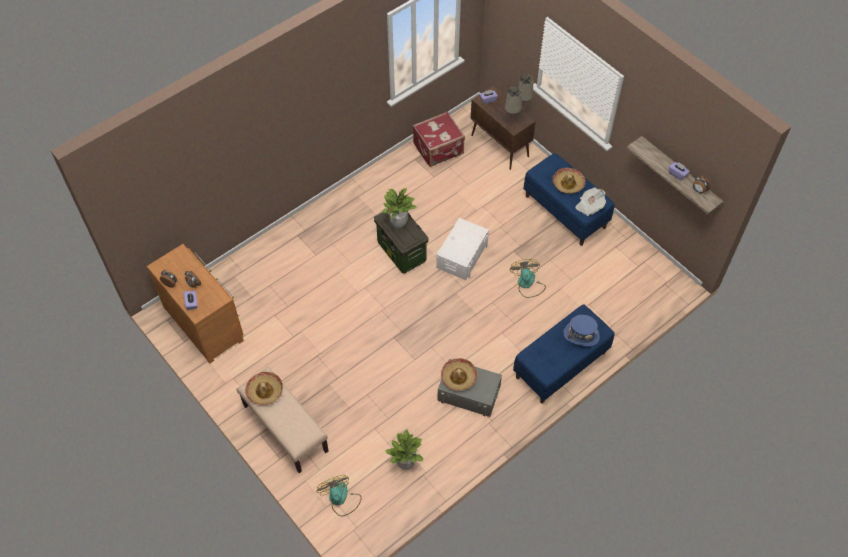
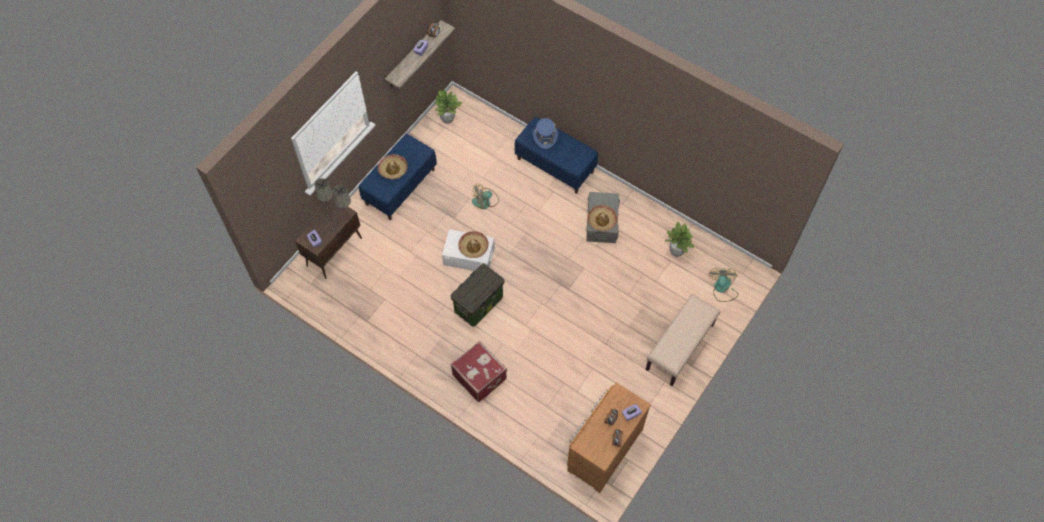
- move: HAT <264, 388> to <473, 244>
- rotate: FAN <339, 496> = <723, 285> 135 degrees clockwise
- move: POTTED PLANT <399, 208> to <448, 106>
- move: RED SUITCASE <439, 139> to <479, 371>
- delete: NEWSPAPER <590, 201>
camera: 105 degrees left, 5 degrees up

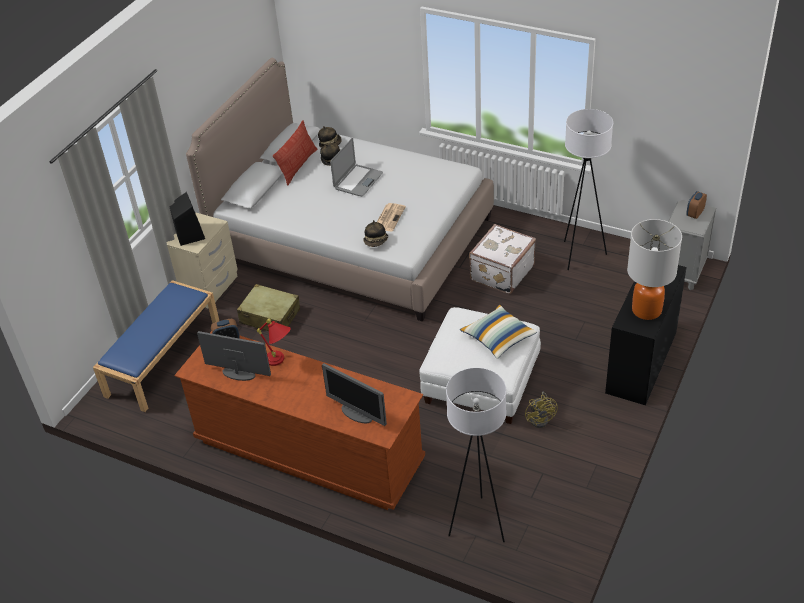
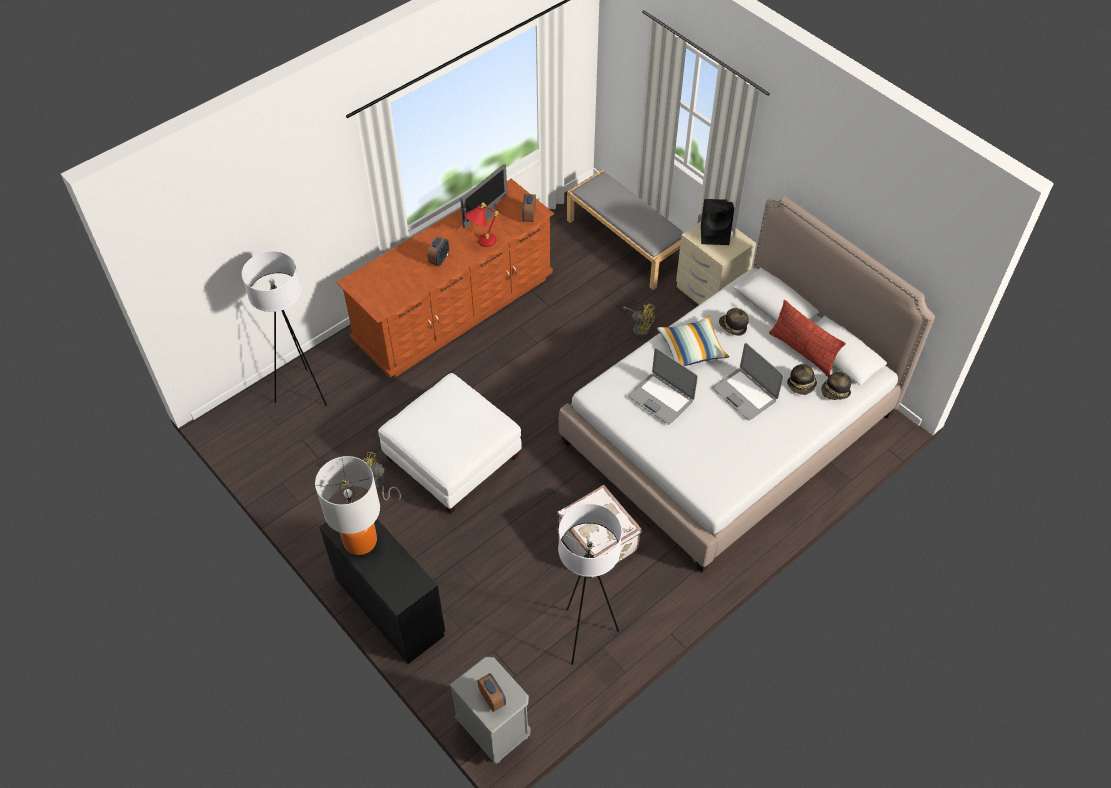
- recolor: BLUE BENCH <156, 346> to GREY BENCH <625, 230>
- replace: BEIGE SUITCASE <268, 307> to YELLOW FAN <639, 320>
- delete: MONITOR <354, 394>
- move: HAT <375, 233> to <734, 322>
- replace: NEWSPAPER <391, 217> to LAPTOP <663, 386>
- move: PILLOW <498, 331> to <693, 341>
- insert: ALARM CLOCK <438, 251>
camera: 110 degrees right, 10 degrees up

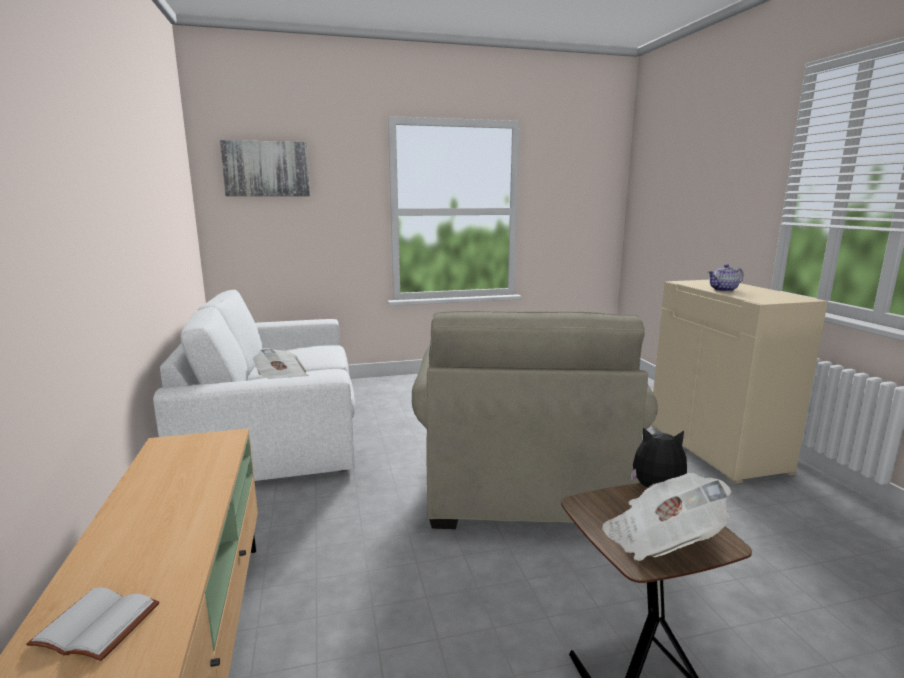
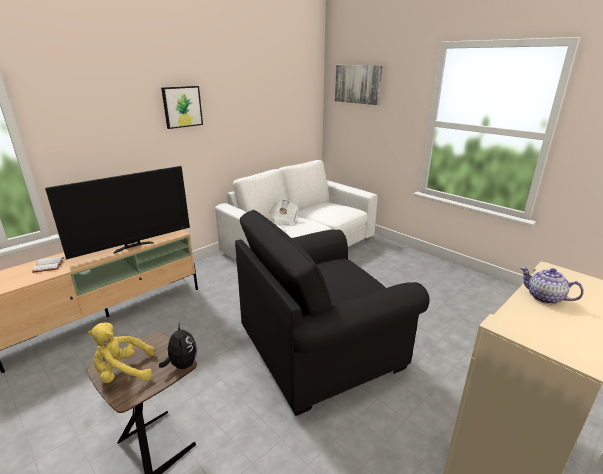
- recolor: BEIGE ARMCHAIR <535, 420> to BLACK ARMCHAIR <332, 313>
- replace: NEWSPAPER <667, 517> to YELLOW PLUSH TOY <121, 352>
- insert: TELEVISION <117, 213>
- insert: PICTURE <182, 107>
camera: 60 degrees right, 10 degrees up

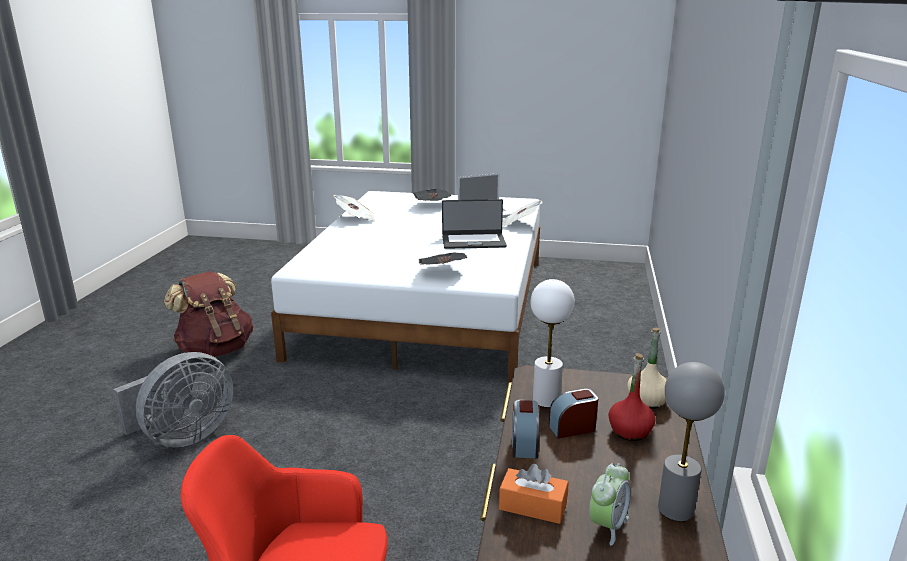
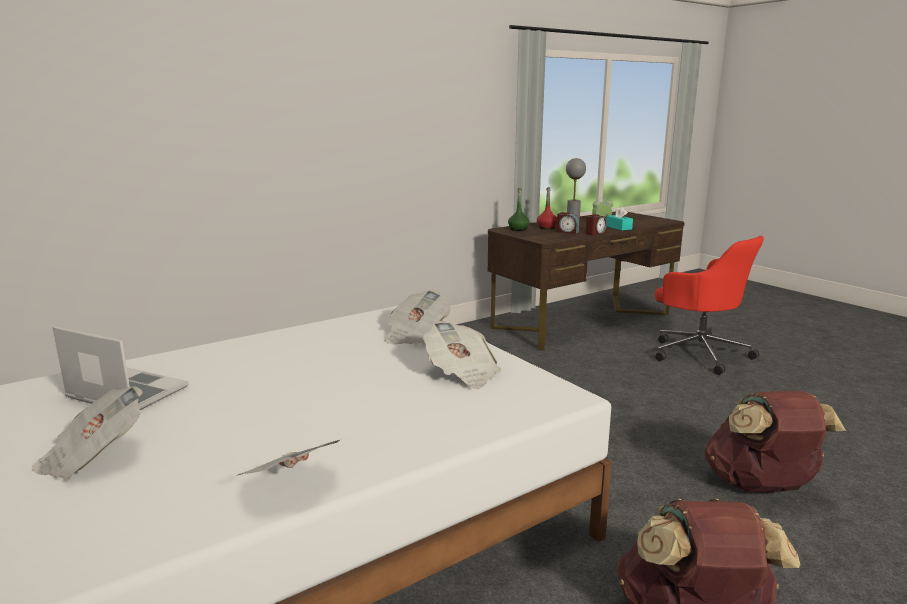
- replace: GREY FAN <173, 399> to BROWN BACKPACK <775, 442>
- delete: LAPTOP <474, 224>
- recolor: ORANGE TISSUE BOX <533, 494> to TURQUOISE TISSUE BOX <619, 218>
- move: NEWSPAPER <522, 213> to <462, 355>
- delete: WHITE TABLE LAMP <552, 343>
- recolor: BEIGE BOTTLE <647, 368> to GREEN BOTTLE <518, 209>
camera: 135 degrees left, 5 degrees down

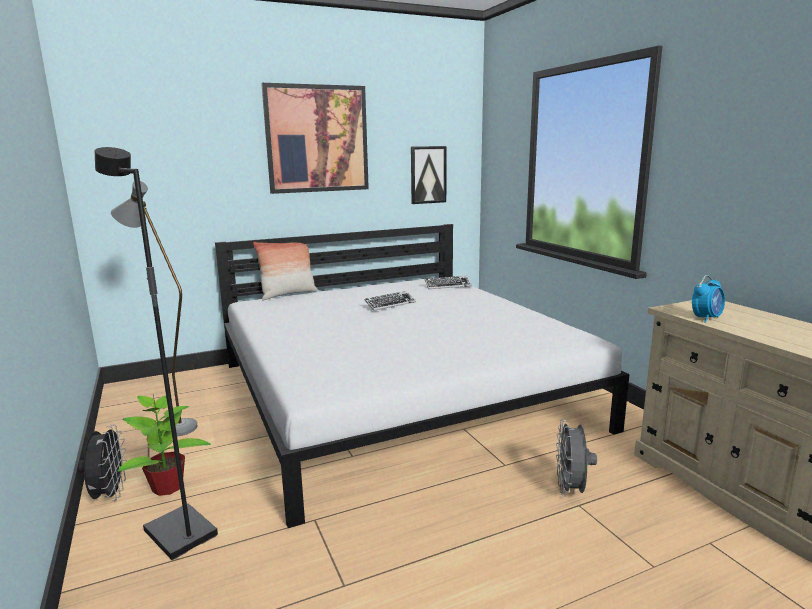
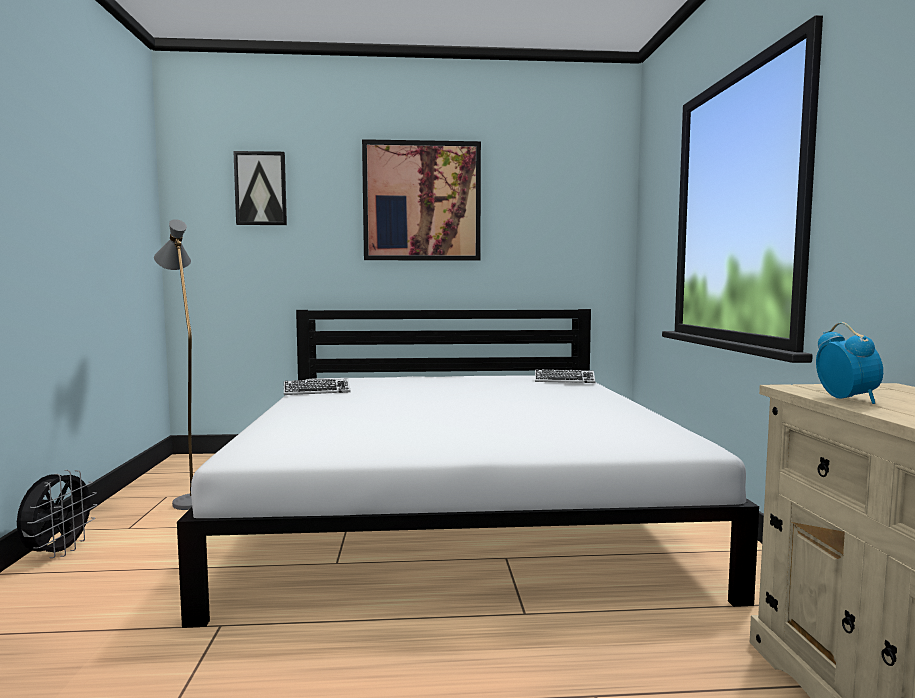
- delete: BLACK FLOOR LAMP <156, 353>
- delete: POTTED PLANT <164, 445>
- delete: PILLOW <285, 271>
- move: KEYBOARD <390, 301> to <317, 387>
- move: PICTURE <429, 175> to <260, 188>
- delete: GREY FAN <576, 458>
- rotate: ALARM CLOCK <708, 299> = <849, 363> 75 degrees counterclockwise
camera: 20 degrees right, 10 degrees down

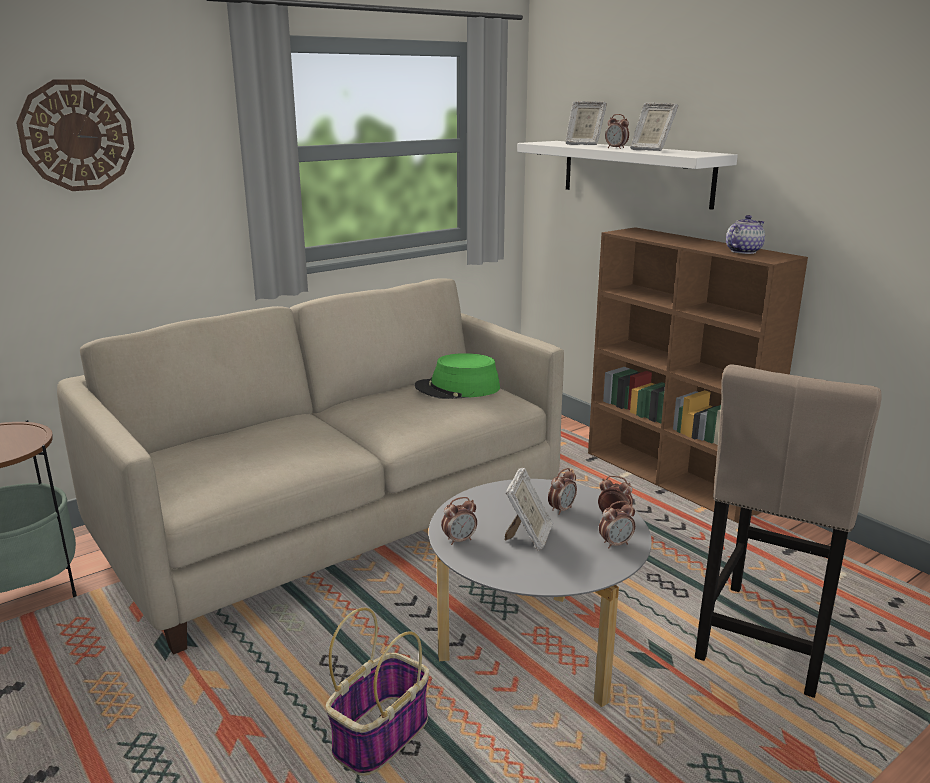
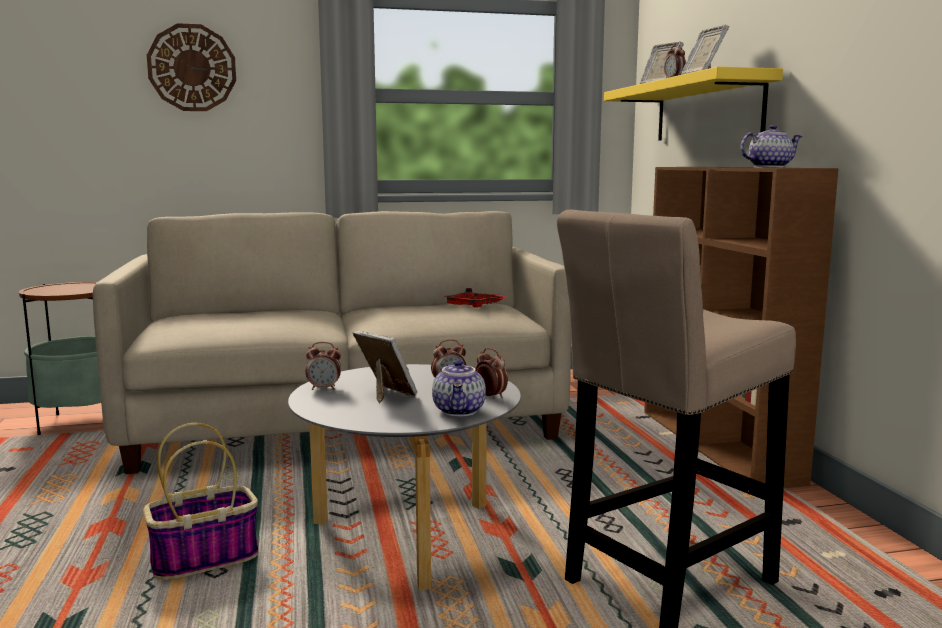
- replace: GREEN HAT <457, 376> to RED TRAY <476, 298>
- rotate: PICTURE FRAME <529, 509> = <385, 366> 90 degrees counterclockwise
- recolor: WHITE SHELF <627, 175> to YELLOW SHELF <693, 103>
- replace: ALARM CLOCK <617, 525> to TEAPOT <459, 388>
camera: 25 degrees right, 10 degrees down

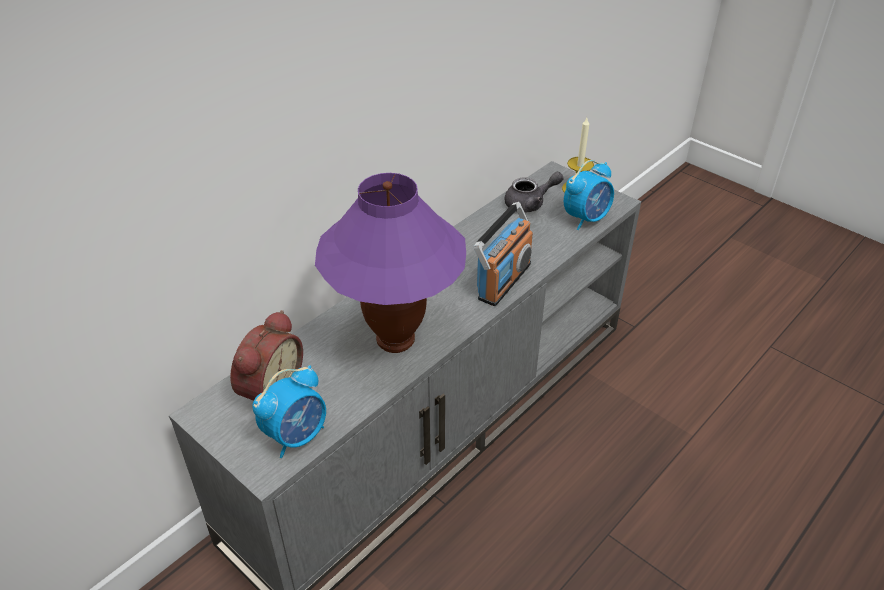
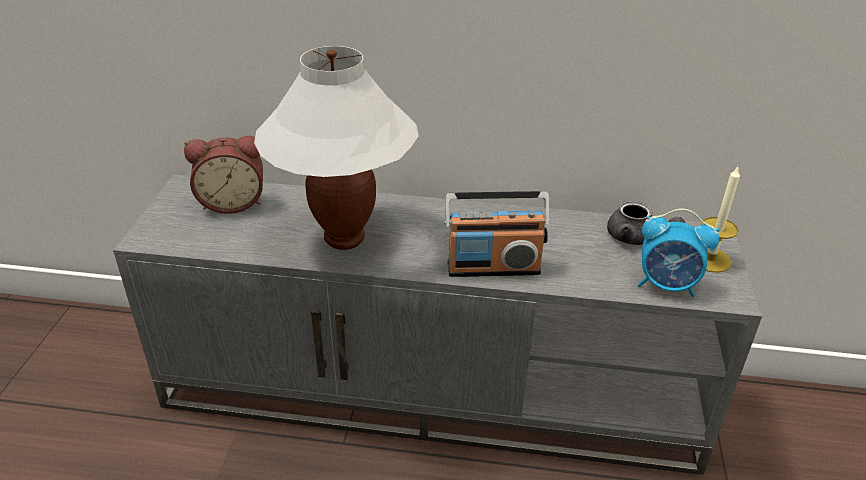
- delete: ALARM CLOCK <289, 411>
- recolor: PURPLE TABLE LAMP <390, 263> to WHITE TABLE LAMP <336, 148>
camera: 55 degrees right, 5 degrees down

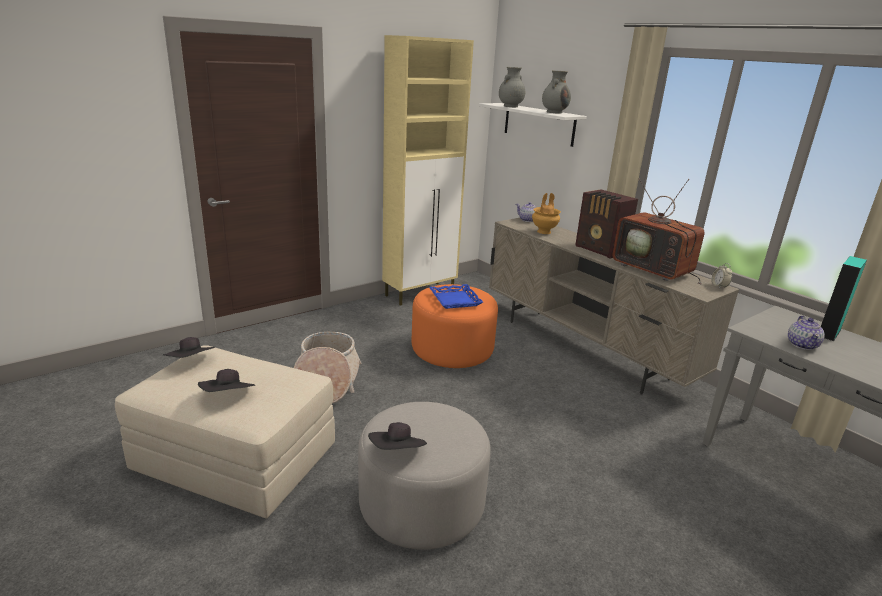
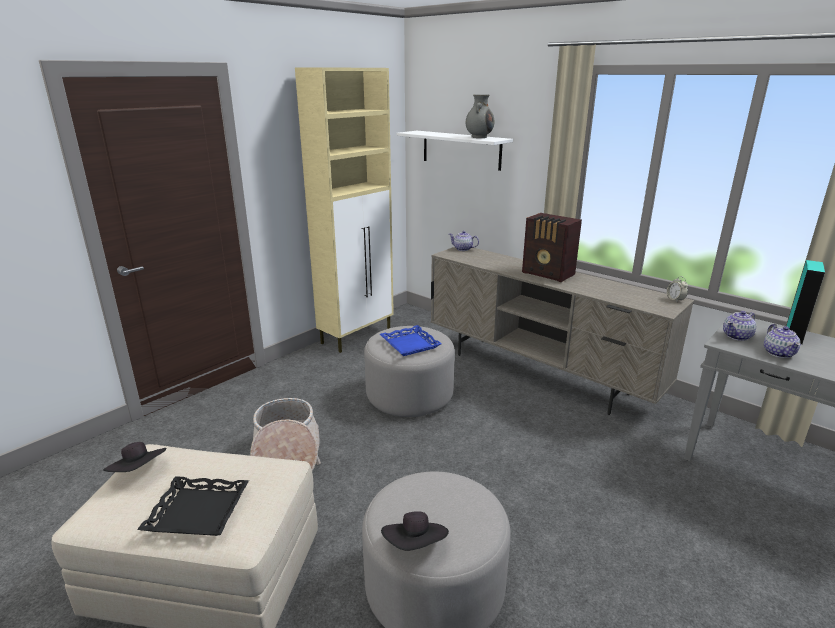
- replace: BLACK HAT <226, 380> to BLACK TRAY <193, 506>
- recolor: ORANGE OTTOMAN <455, 326> to GREY OTTOMAN <409, 371>
- delete: GREY VASE <512, 87>
- delete: BROWN VASE <546, 213>
- delete: TELEVISION <659, 232>
- insert: TEAPOT <739, 326>
camera: 10 degrees left, 0 degrees up

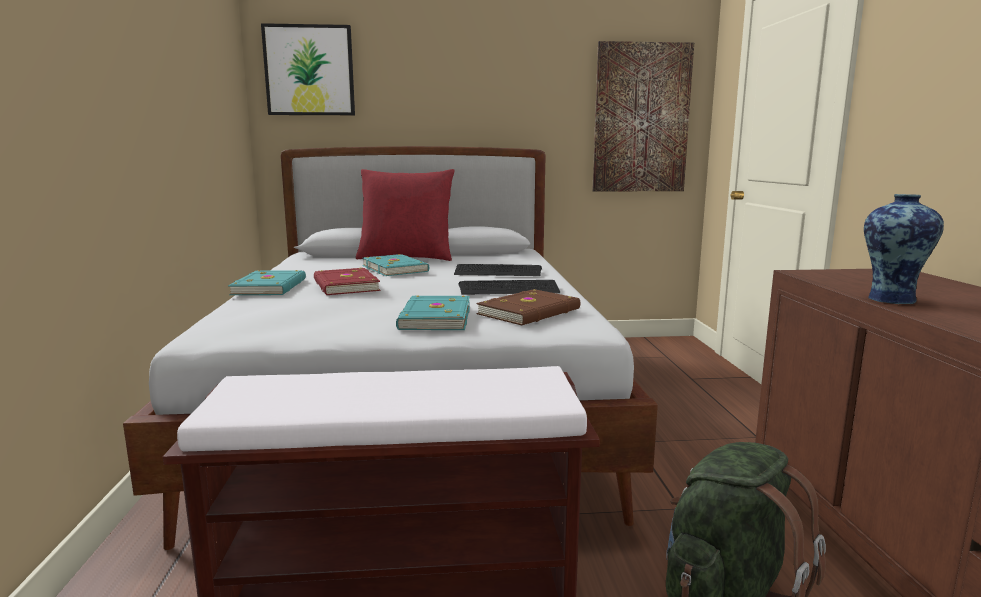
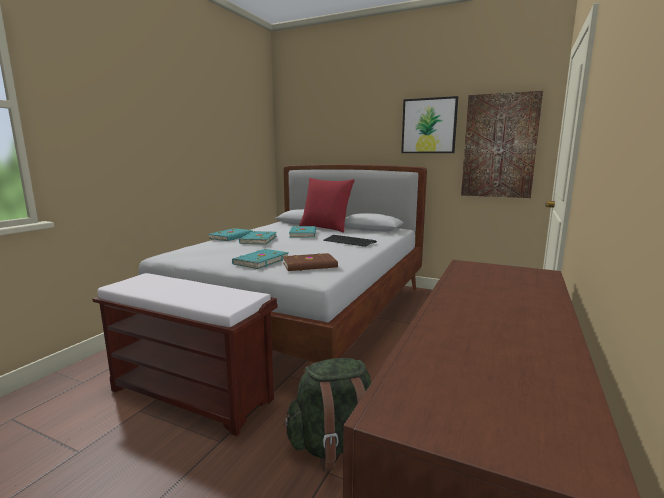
- move: PICTURE <308, 69> to <429, 124>
- recolor: RED BOOK <347, 281> to TURQUOISE BOOK <258, 238>
- delete: KEYBOARD <509, 287>
- delete: VASE <904, 249>
camera: 30 degrees right, 0 degrees up

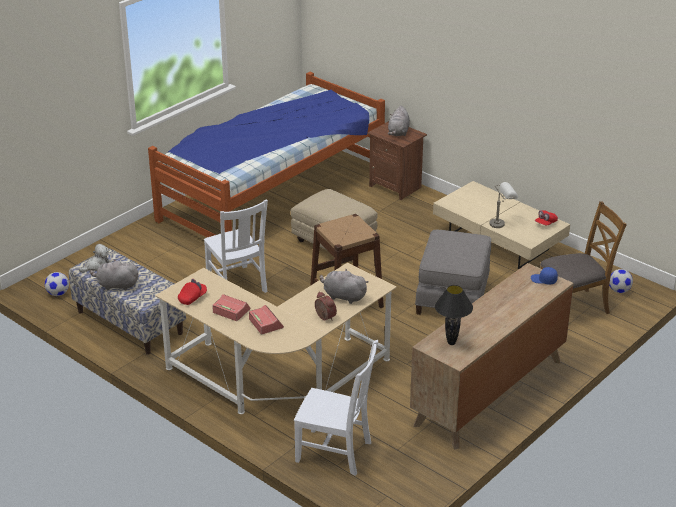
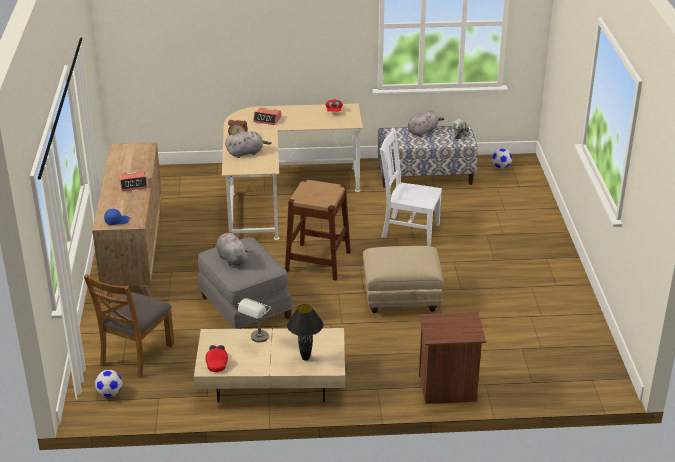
- delete: BED <266, 154>
- move: ALARM CLOCK <231, 307> to <133, 181>
- delete: WHITE CHAIR <336, 408>
- move: GREY PLUSH TOY <399, 121> to <232, 249>
- move: BLACK TABLE LAMP <454, 315> to <305, 332>
camera: 135 degrees right, 0 degrees up

